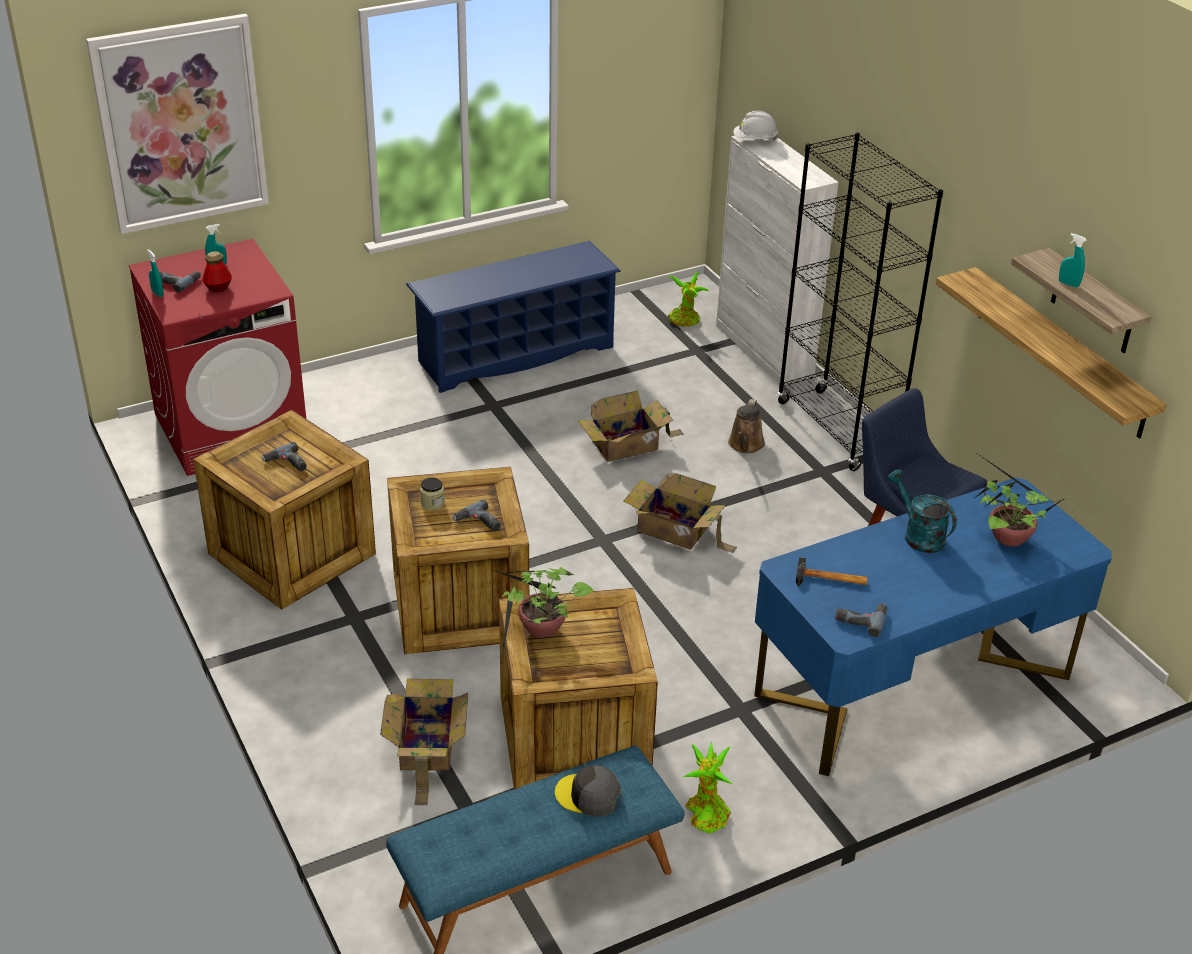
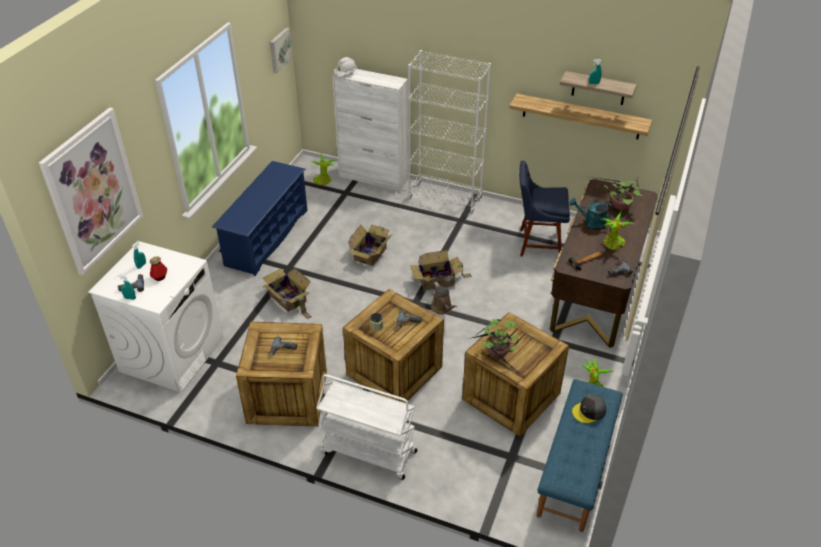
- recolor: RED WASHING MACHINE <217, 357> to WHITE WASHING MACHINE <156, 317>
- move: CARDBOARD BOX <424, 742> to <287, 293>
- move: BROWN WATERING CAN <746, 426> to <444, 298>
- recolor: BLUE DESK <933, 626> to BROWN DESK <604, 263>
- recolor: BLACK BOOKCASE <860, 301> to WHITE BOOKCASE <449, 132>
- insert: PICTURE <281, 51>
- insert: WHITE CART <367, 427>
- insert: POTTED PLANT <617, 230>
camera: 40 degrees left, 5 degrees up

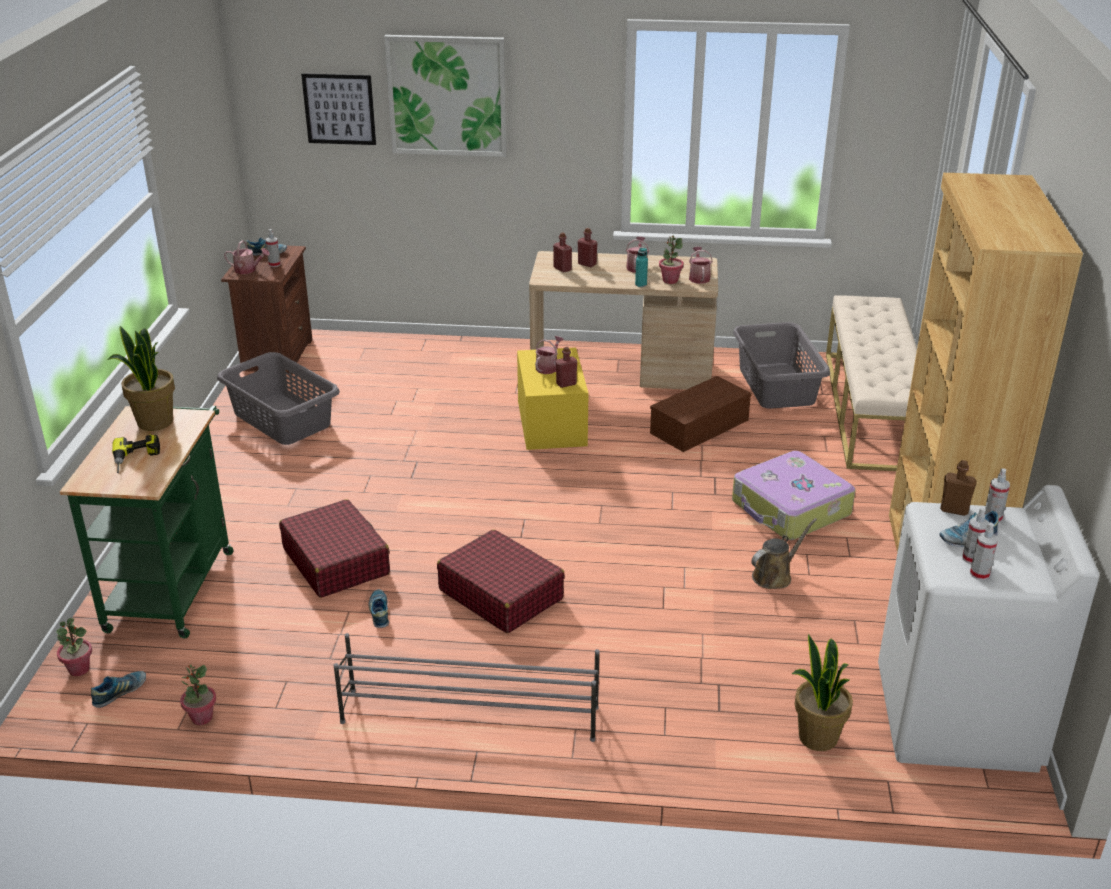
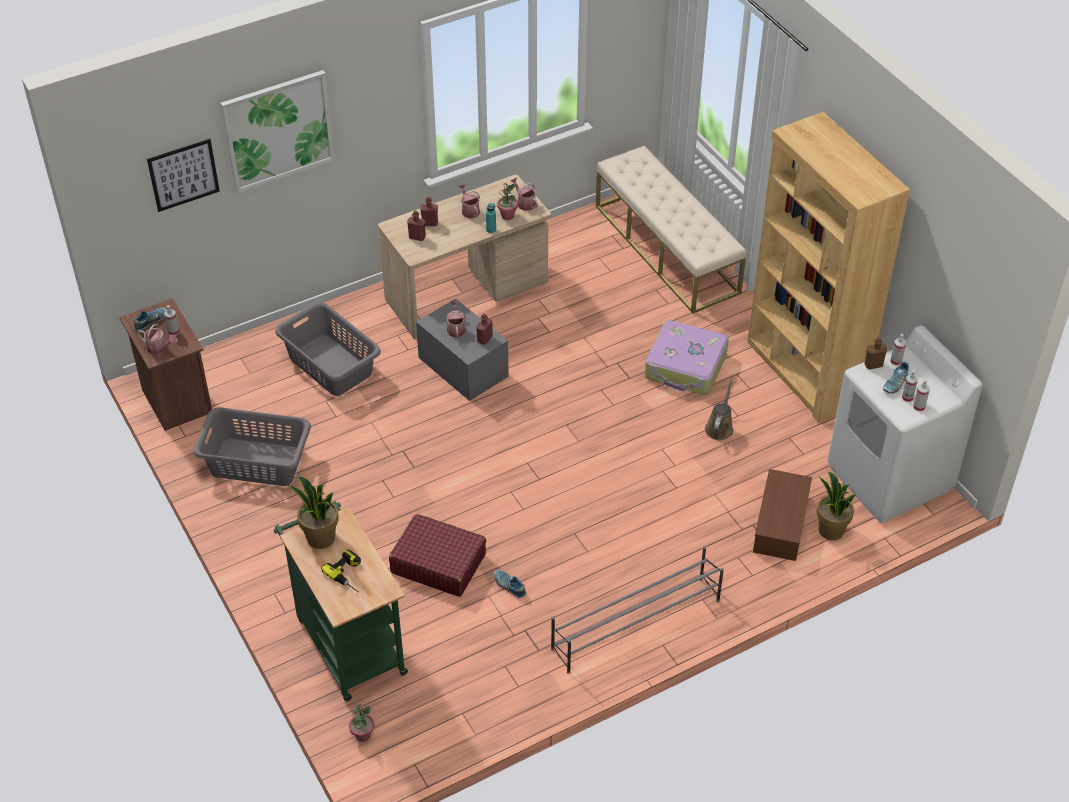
- delete: SHOE <118, 689>
- delete: POTTED PLANT <198, 694>
- rotate: WATERING CAN <247, 257> = <157, 339> 45 degrees clockwise
- delete: RED SUITCASE <501, 581>
- recolor: YELLOW STORAGE BOX <553, 398> to GREY STORAGE BOX <462, 350>
- move: BROWN STORAGE BOX <701, 414> to <782, 515>
- move: GREY LAUNDRY BASKET <781, 365> to <328, 349>
camera: 35 degrees left, 15 degrees up

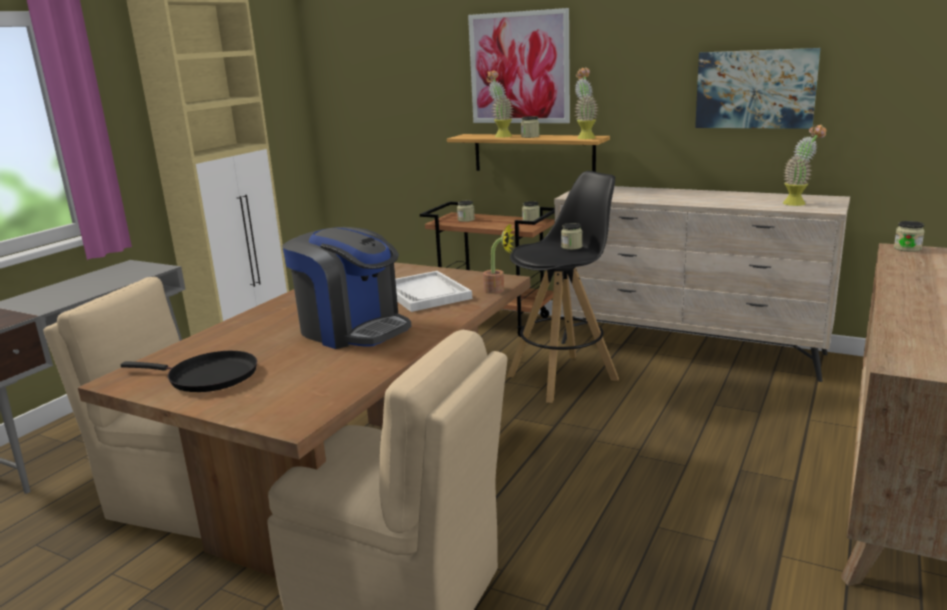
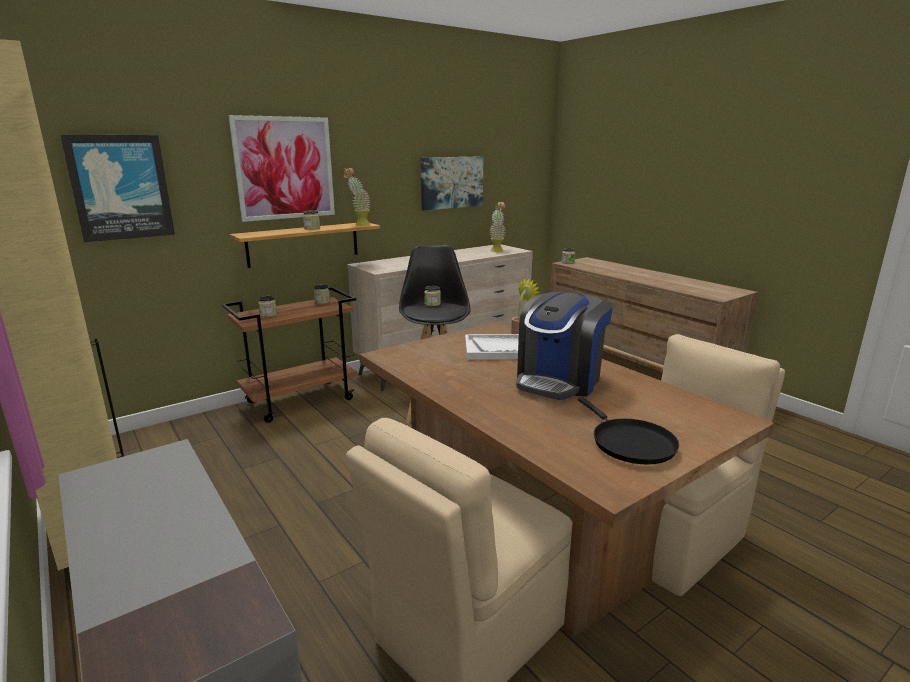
- rotate: BLACK FRYING PAN <189, 371> = <628, 431> 120 degrees clockwise
- rotate: COFFEE MACHINE <347, 288> = <564, 346> 150 degrees clockwise
- delete: POTTED PLANT <500, 104>
- insert: PICTURE <117, 188>
camera: 65 degrees left, 0 degrees up

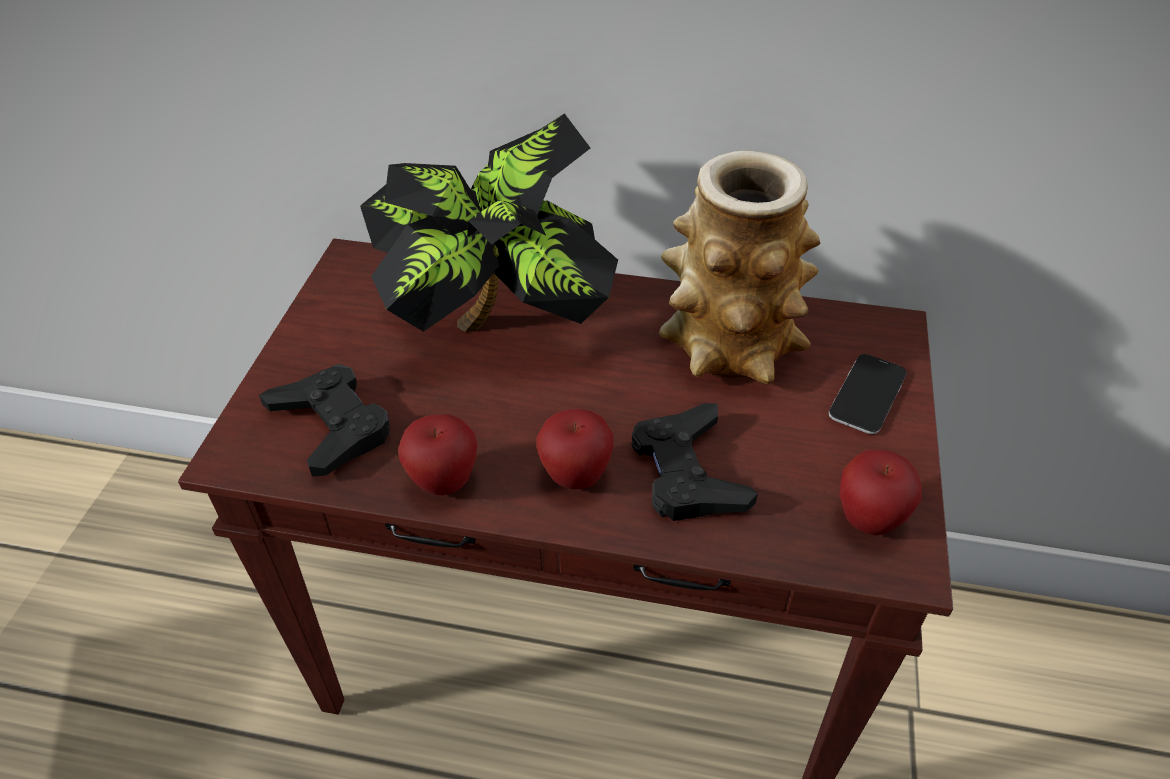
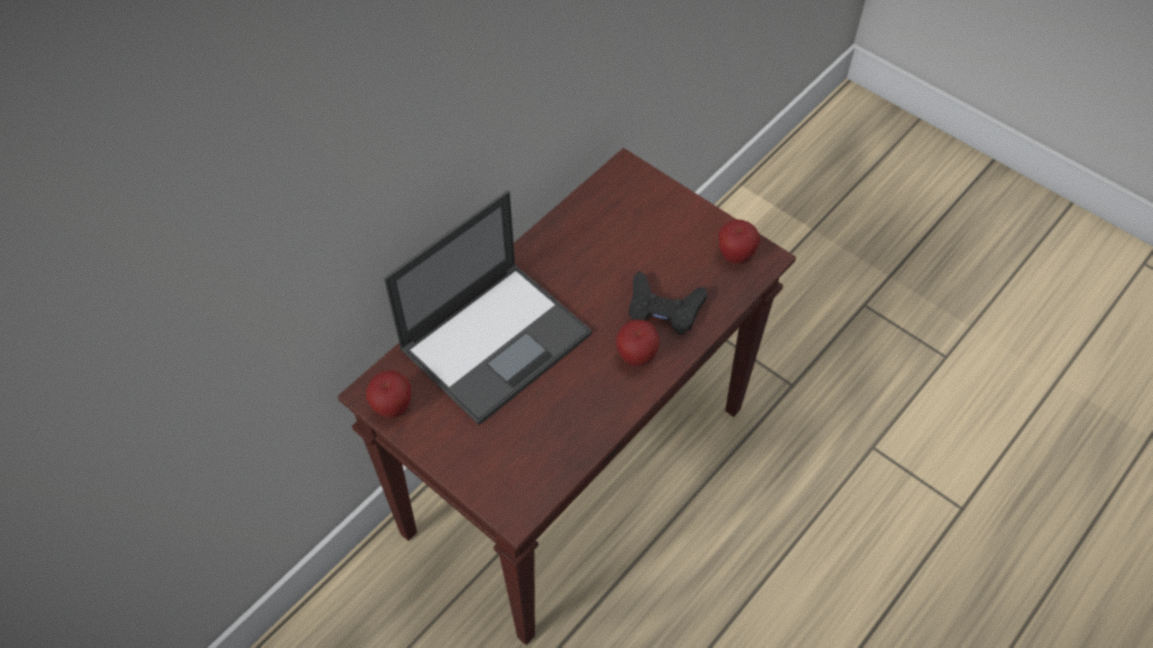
- delete: BLACK GAME CONTROLLER <324, 420>
- replace: POTTED PLANT <489, 222> to LAPTOP <488, 308>
- move: APPLE <437, 454> to <388, 394>
- delete: VASE <739, 267>
- delete: PHONE <868, 394>
camera: 60 degrees left, 10 degrees up

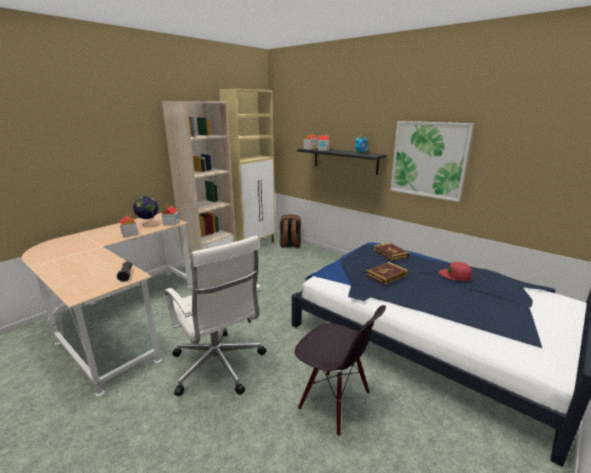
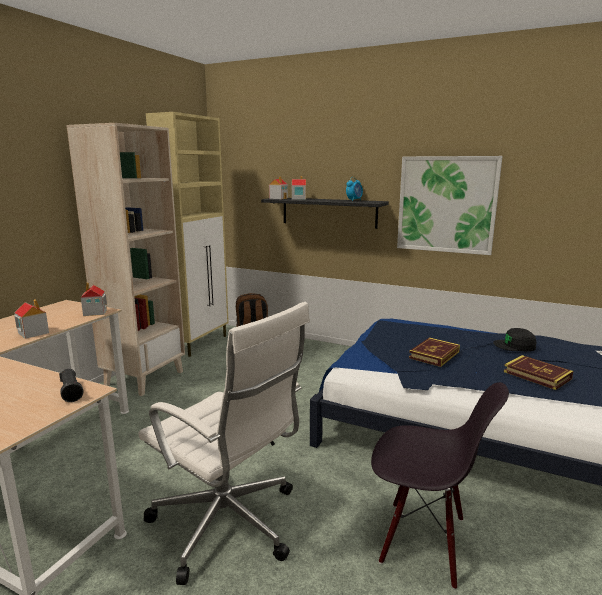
- delete: GLOBE <145, 211>
- move: BOOK <392, 252> to <538, 372>
- recolor: RED CAP <455, 271> to BLACK CAP <514, 340>
camera: 15 degrees left, 5 degrees down

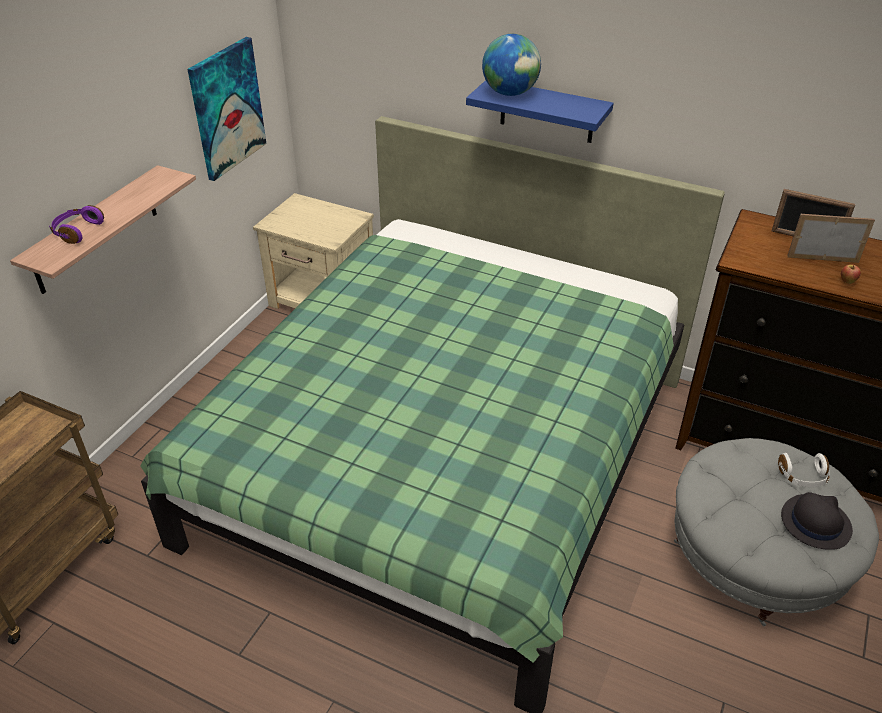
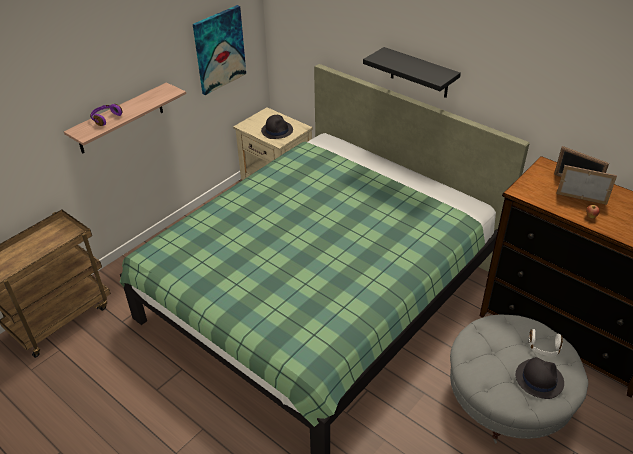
- recolor: BLUE SHELF <539, 111> to BLACK SHELF <412, 72>
- delete: GLOBE <511, 65>
- insert: BLACK HAT <277, 127>
camera: 15 degrees right, 0 degrees up

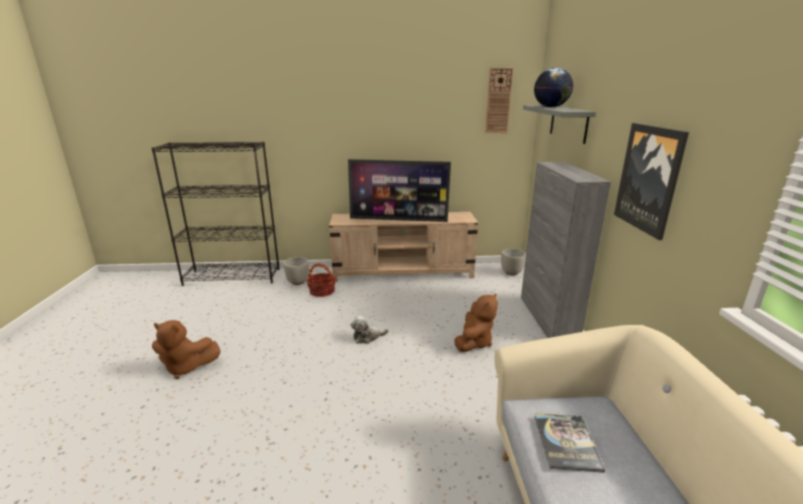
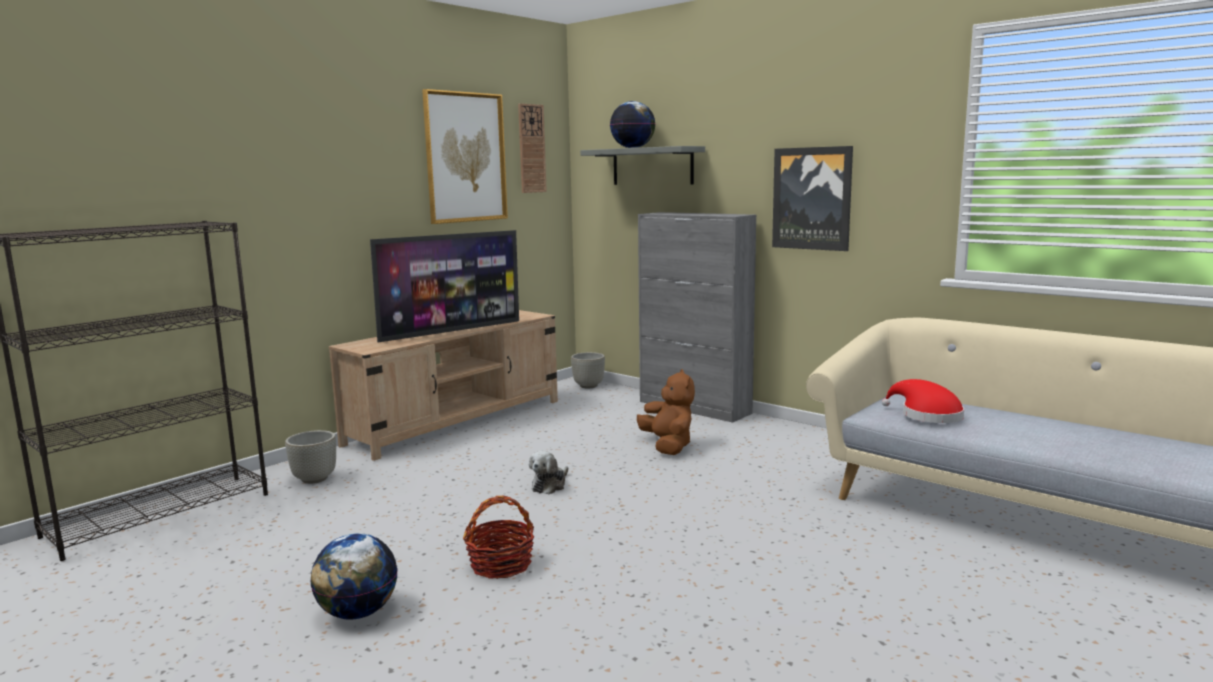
- replace: BROWN PLUSH TOY <186, 349> to GLOBE <354, 576>
- move: BASKET <321, 280> to <498, 537>
- replace: BOOK <570, 443> to RED HAT <923, 401>
- insert: PICTURE <465, 156>
camera: 45 degrees left, 10 degrees down

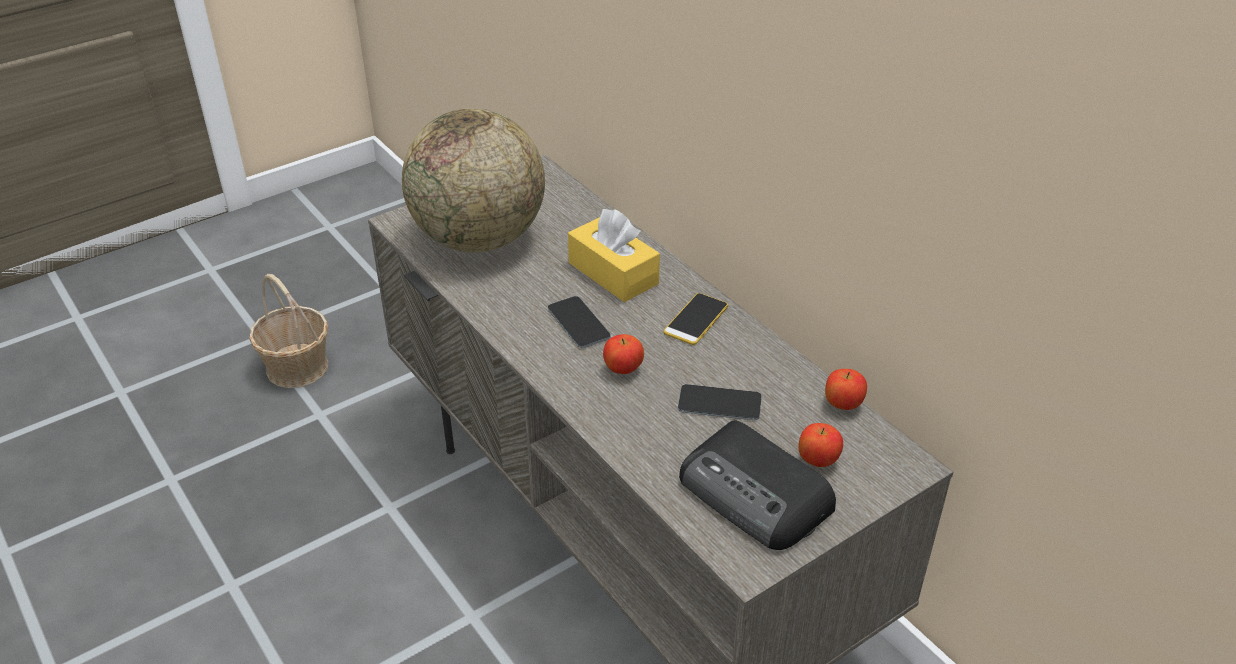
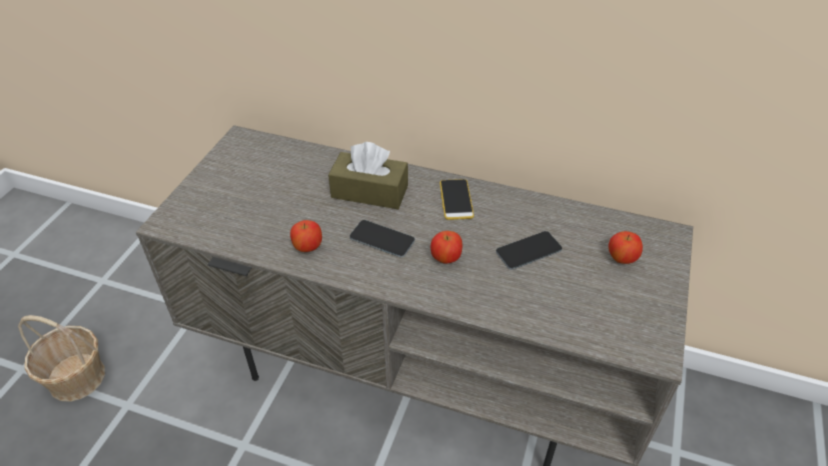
- delete: GLOBE <473, 180>
- recolor: YELLOW TISSUE BOX <614, 255> to BROWN TISSUE BOX <368, 175>
- delete: RADIO <757, 485>
- move: APPLE <846, 389> to <306, 236>
camera: 35 degrees left, 5 degrees up

